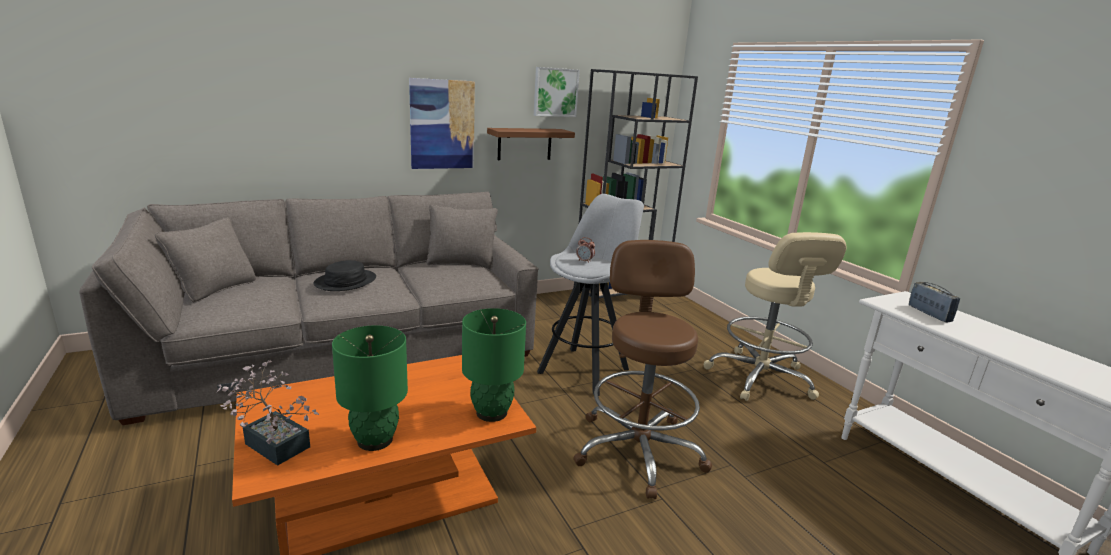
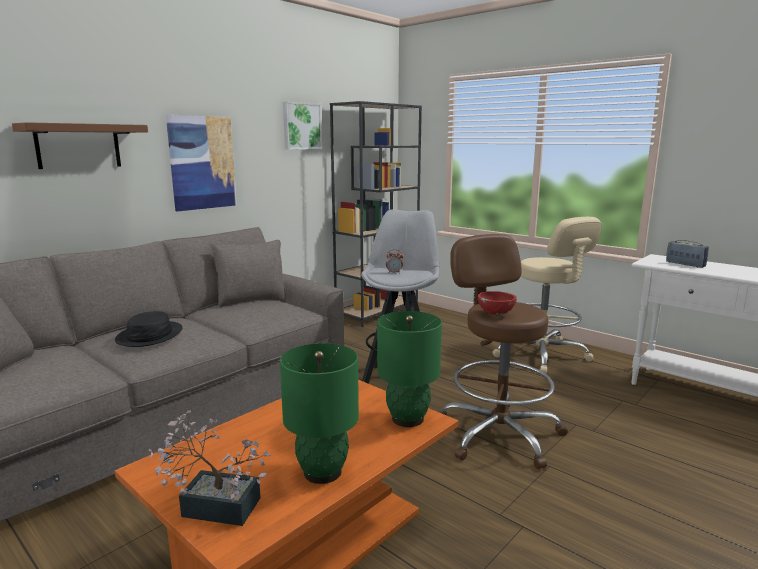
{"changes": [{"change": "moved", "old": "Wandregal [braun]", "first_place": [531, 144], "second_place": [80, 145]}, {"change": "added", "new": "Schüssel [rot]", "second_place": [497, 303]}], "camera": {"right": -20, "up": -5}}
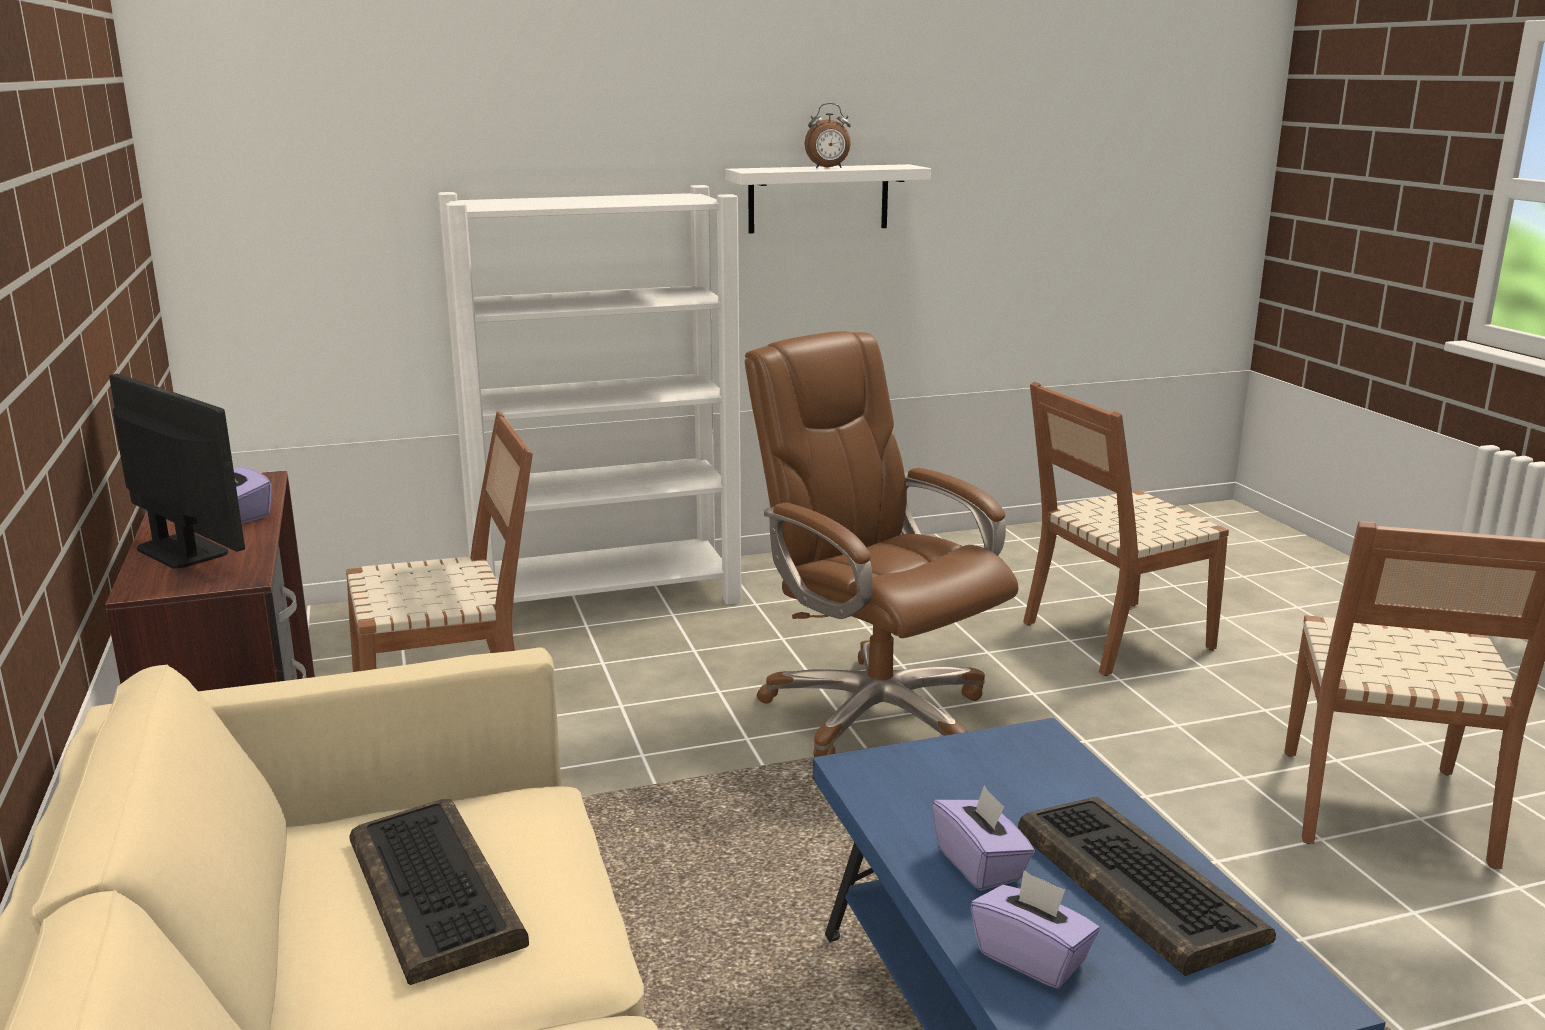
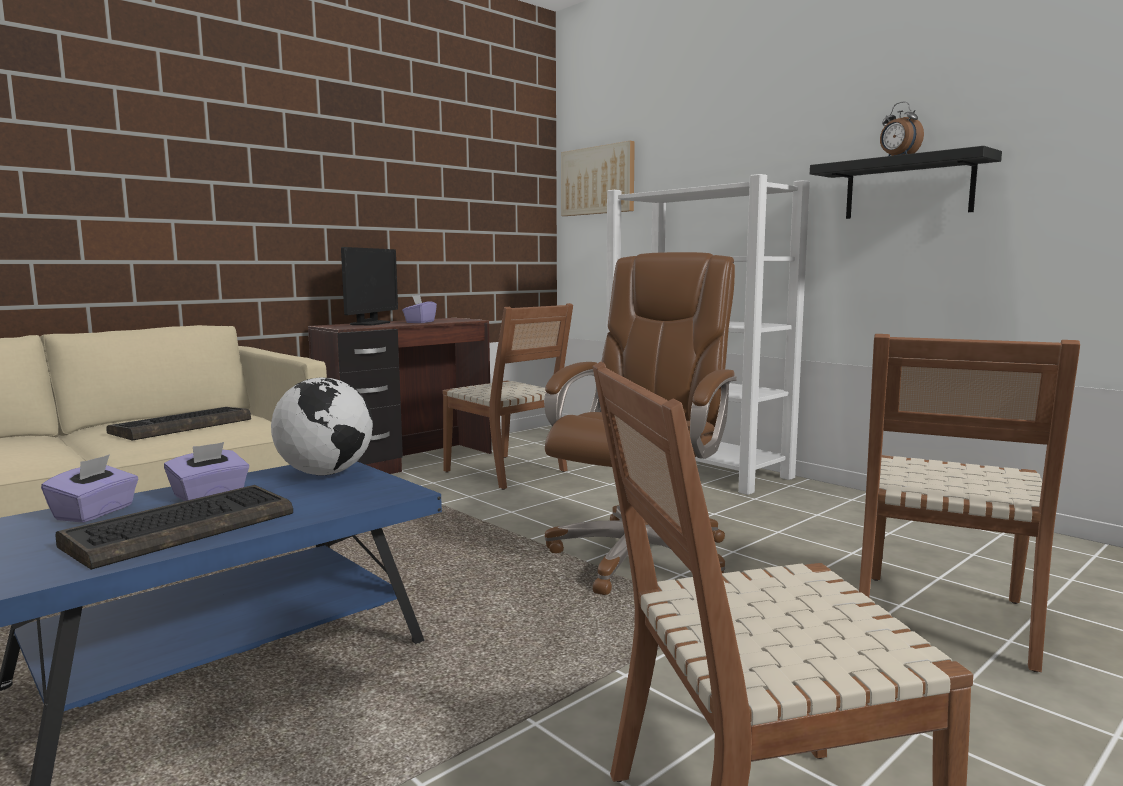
{"changes": [{"change": "recoloured", "old": "Wandregal [weiß]", "new": "Wandregal [schwarz]", "first_place": [828, 199], "second_place": [906, 182]}, {"change": "turned", "old": "Stuhl", "first_place": [1126, 529], "second_place": [969, 503], "degrees": -105}, {"change": "added", "new": "Globus", "second_place": [322, 427]}, {"change": "added", "new": "Bild", "second_place": [598, 178]}], "camera": {"right": 65, "up": -10}}
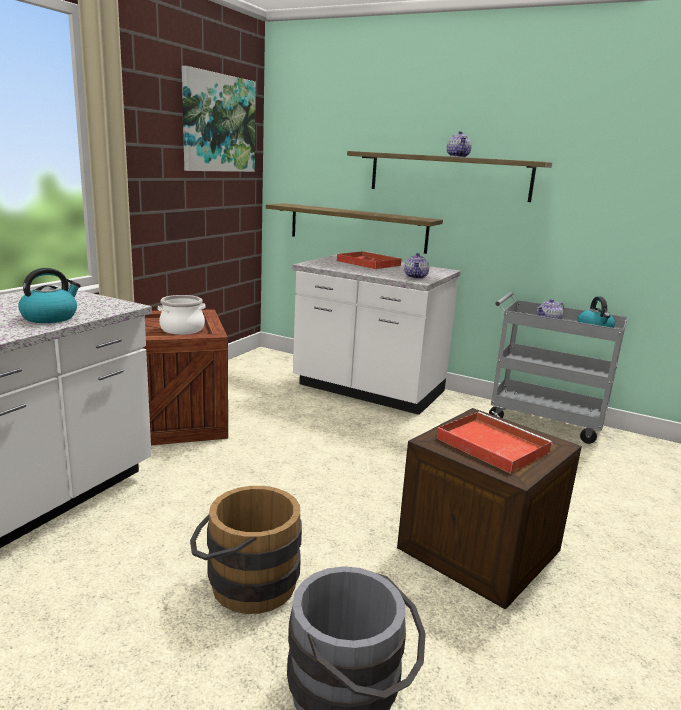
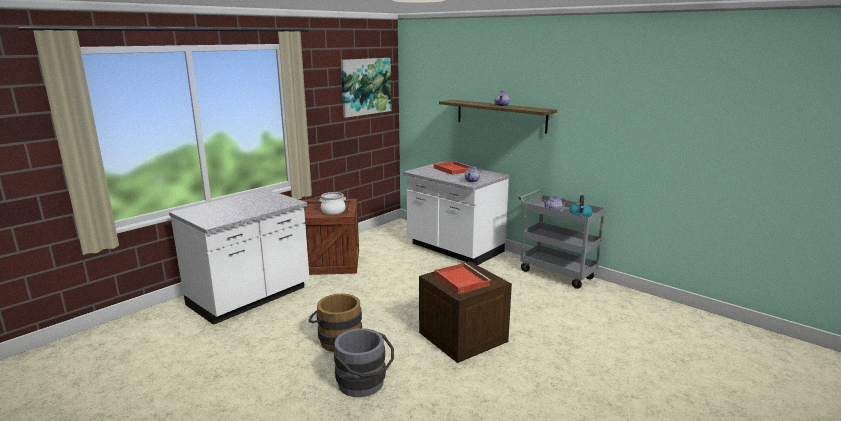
{"changes": [{"change": "removed", "old": "Wasserkessel", "first_place": [49, 295]}, {"change": "removed", "old": "Wandregal", "first_place": [354, 228]}], "camera": {"right": 15, "up": 0}}
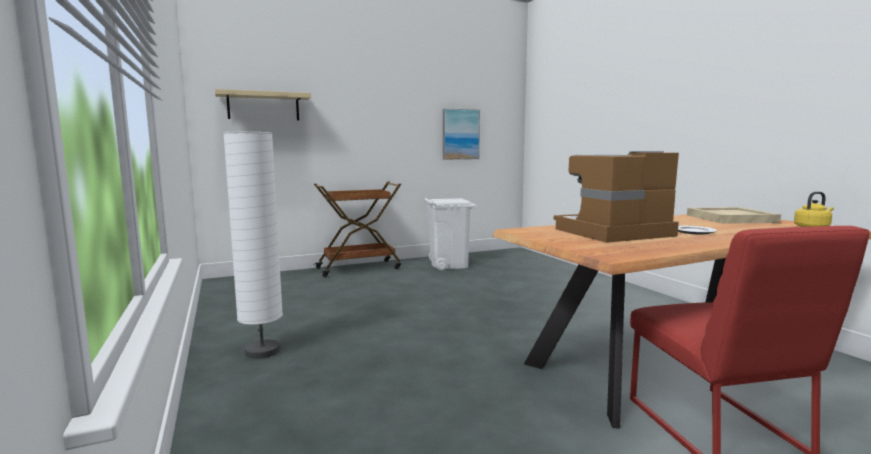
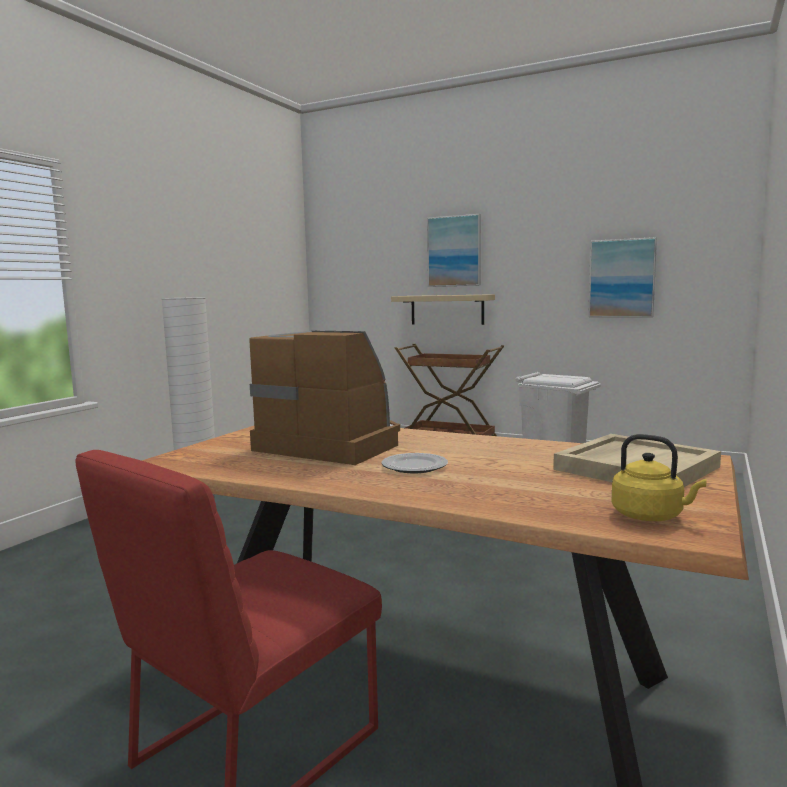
{"changes": [{"change": "moved", "old": "Wandregal [beige]", "first_place": [263, 104], "second_place": [443, 309]}, {"change": "added", "new": "Bild", "second_place": [454, 250]}], "camera": {"right": 50, "up": 0}}
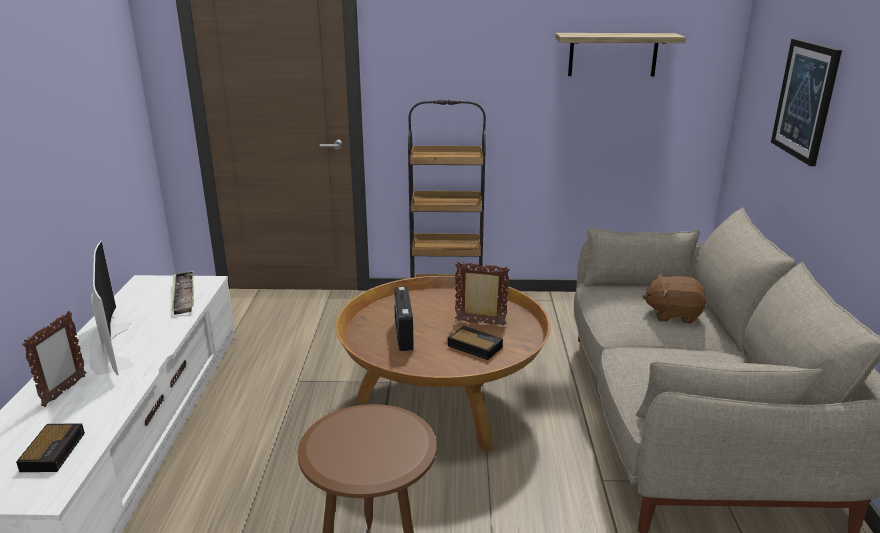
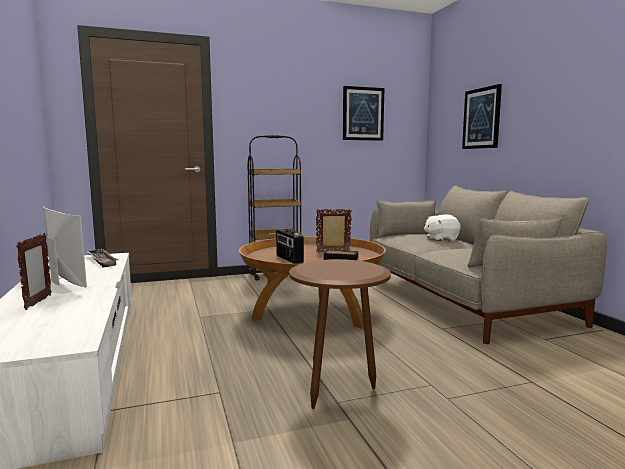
{"changes": [{"change": "removed", "old": "Wecker", "first_place": [50, 447]}, {"change": "replaced", "old": "Wandregal", "new": "Bild", "first_place": [620, 54], "second_place": [363, 113]}, {"change": "recoloured", "old": "Plüschtier [braun]", "new": "Plüschtier [weiß]", "first_place": [674, 299], "second_place": [442, 227]}], "camera": {"right": -20, "up": -15}}
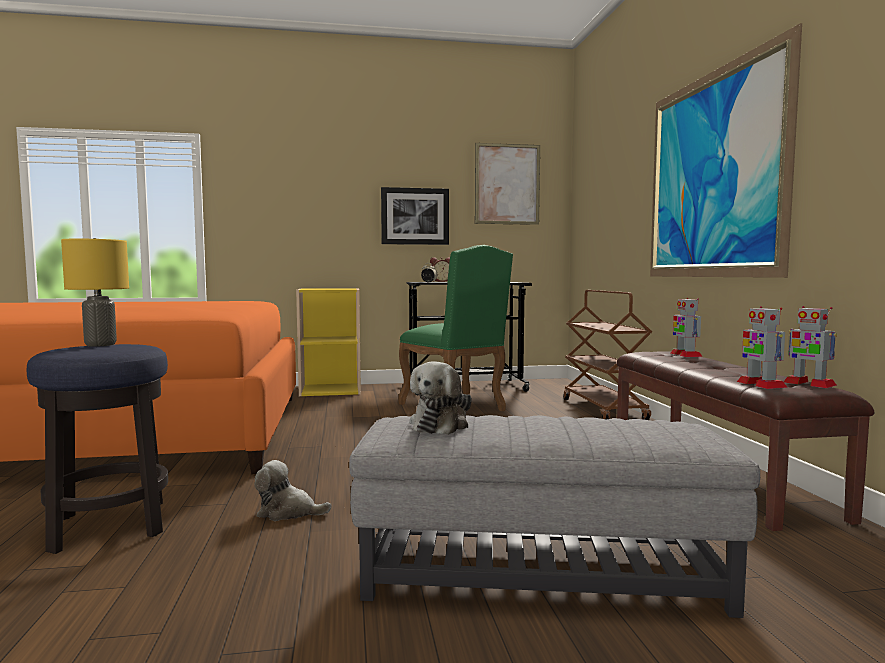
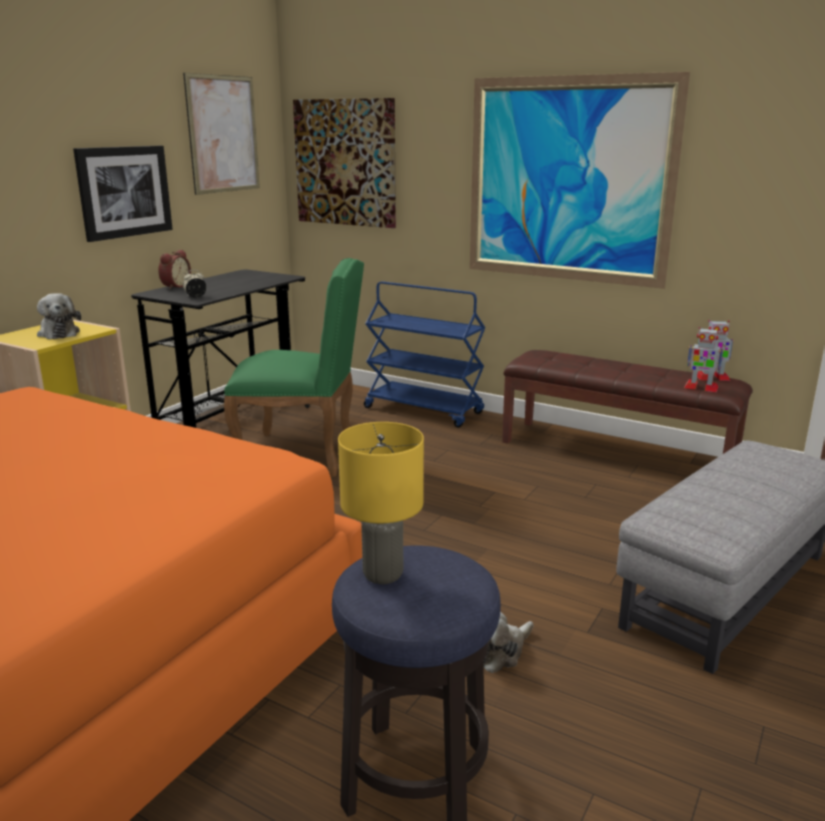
{"changes": [{"change": "moved", "old": "Plüschtier", "first_place": [441, 398], "second_place": [59, 316]}, {"change": "recoloured", "old": "Rollwagen [braun]", "new": "Rollwagen [blau]", "first_place": [607, 355], "second_place": [424, 354]}, {"change": "removed", "old": "Spielzeugroboter", "first_place": [686, 327]}, {"change": "added", "new": "Bild", "second_place": [344, 163]}], "camera": {"right": -50, "up": 15}}
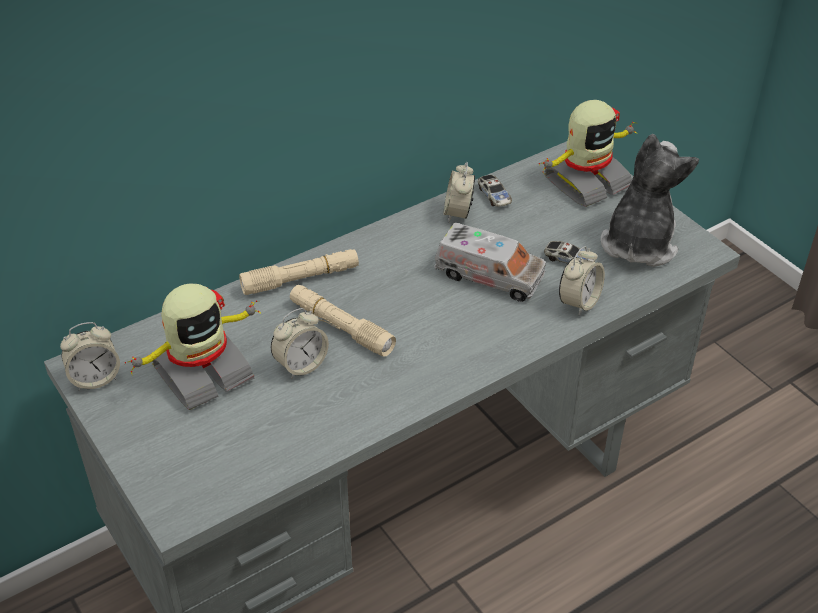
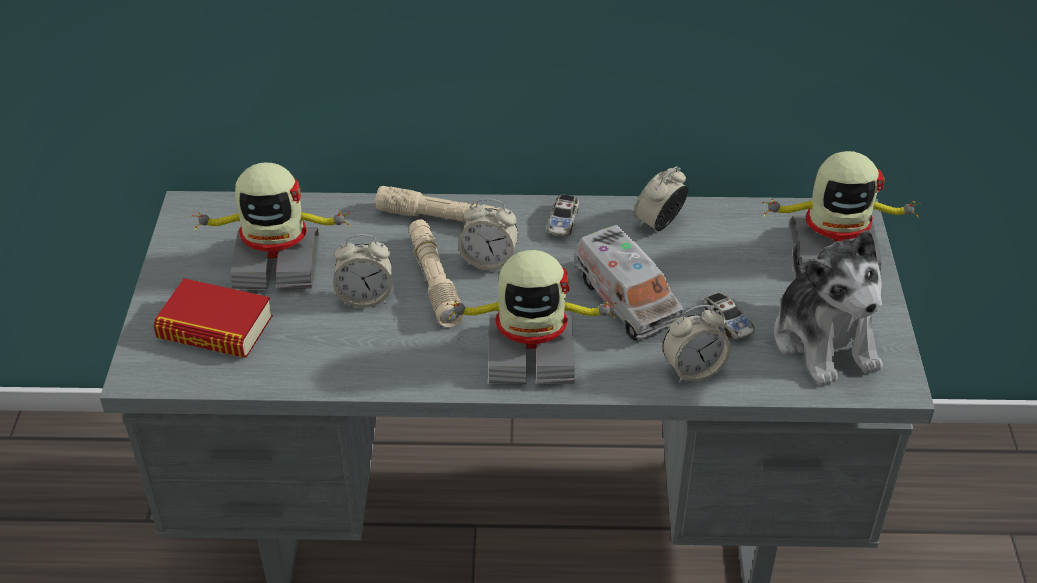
{"changes": [{"change": "moved", "old": "Wecker", "first_place": [90, 356], "second_place": [488, 235]}, {"change": "moved", "old": "Spielzeugauto", "first_place": [495, 191], "second_place": [563, 215]}, {"change": "turned", "old": "Plüschtier", "first_place": [650, 200], "second_place": [828, 308], "degrees": 105}, {"change": "added", "new": "Buch", "second_place": [213, 318]}, {"change": "added", "new": "Spielzeugroboter", "second_place": [530, 317]}], "camera": {"right": 35, "up": 0}}
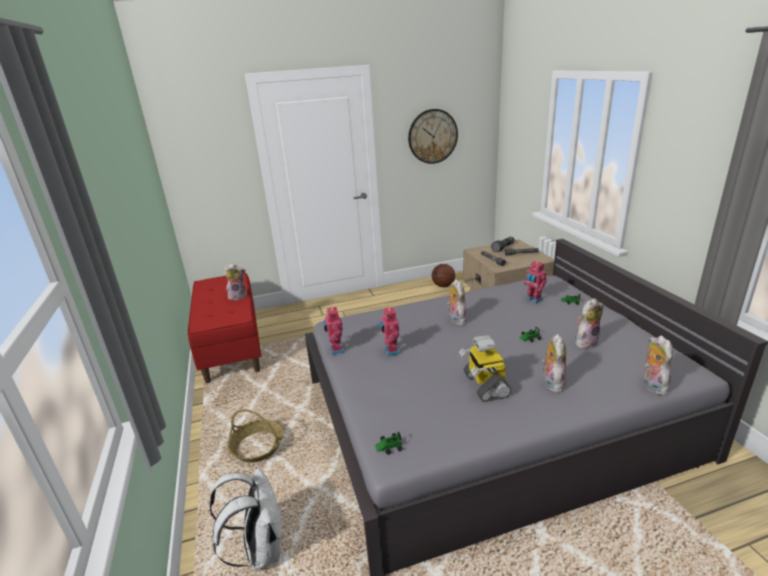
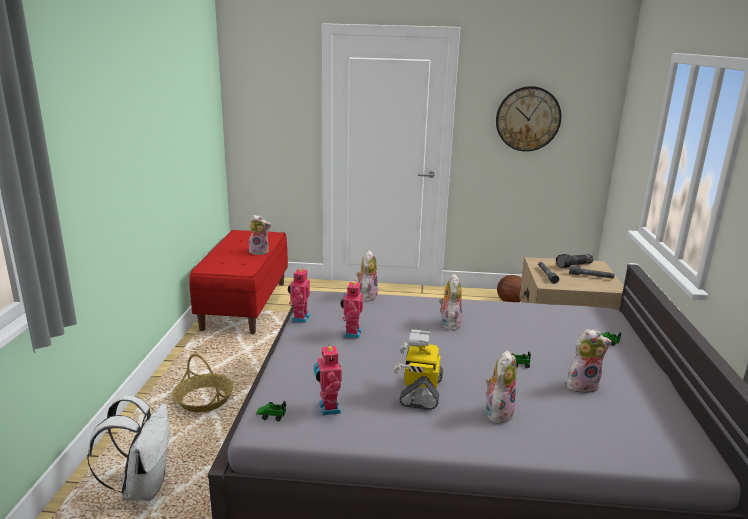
{"changes": [{"change": "moved", "old": "Spielzeugroboter", "first_place": [535, 281], "second_place": [328, 379]}, {"change": "moved", "old": "Plüschtier", "first_place": [657, 365], "second_place": [367, 276]}], "camera": {"right": 20, "up": -5}}
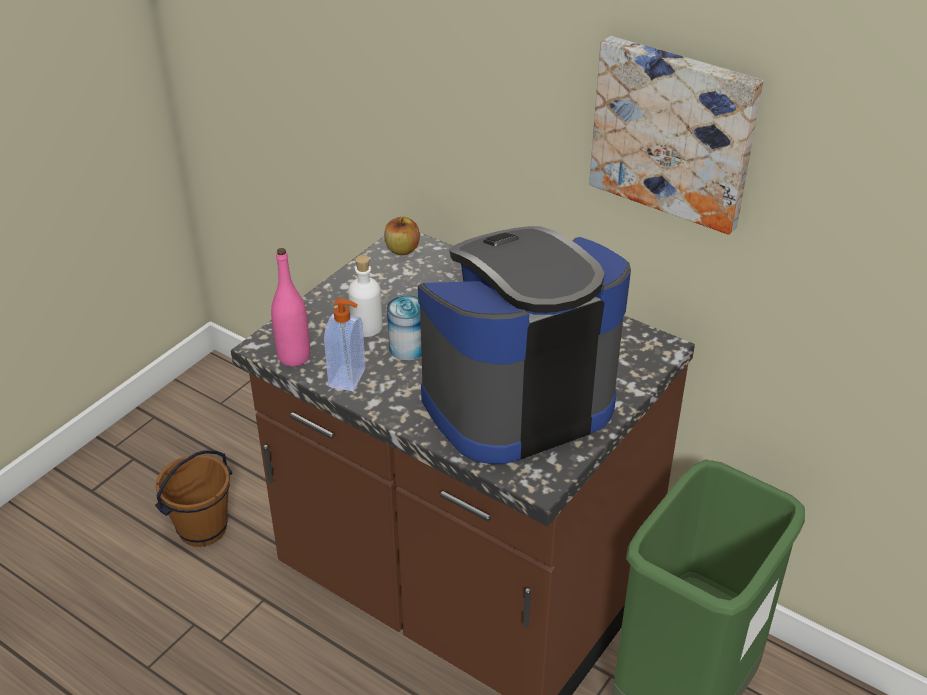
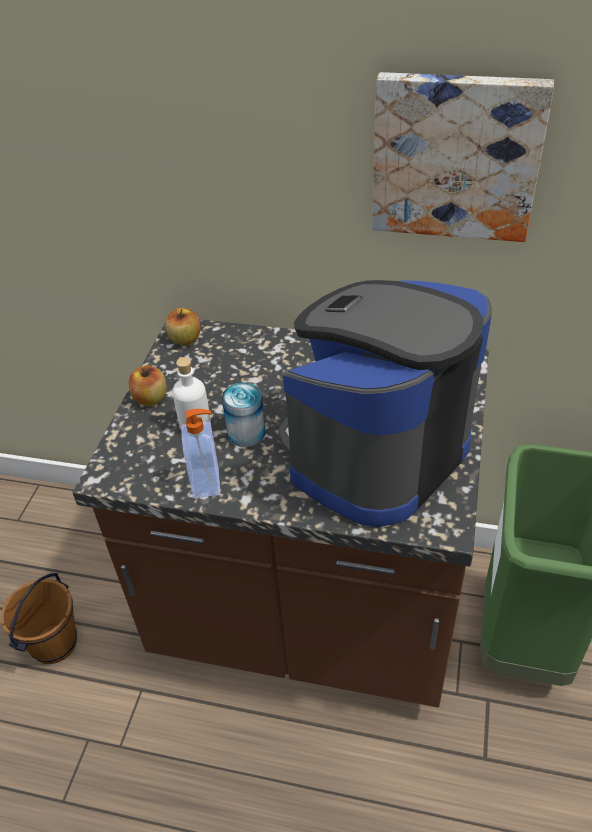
{"changes": [{"change": "removed", "old": "Flasche [rosa]", "first_place": [290, 307]}, {"change": "added", "new": "Apfel", "second_place": [148, 386]}], "camera": {"right": -20, "up": 5}}
